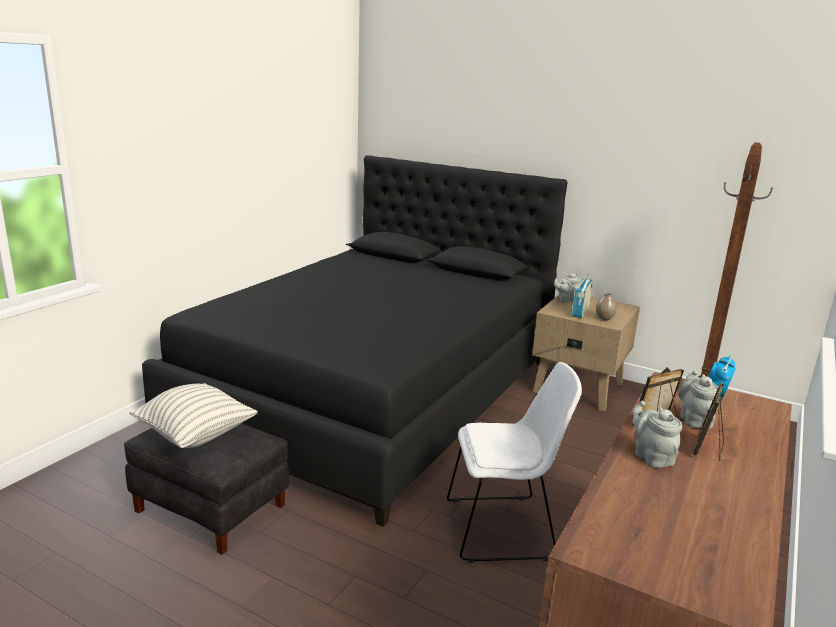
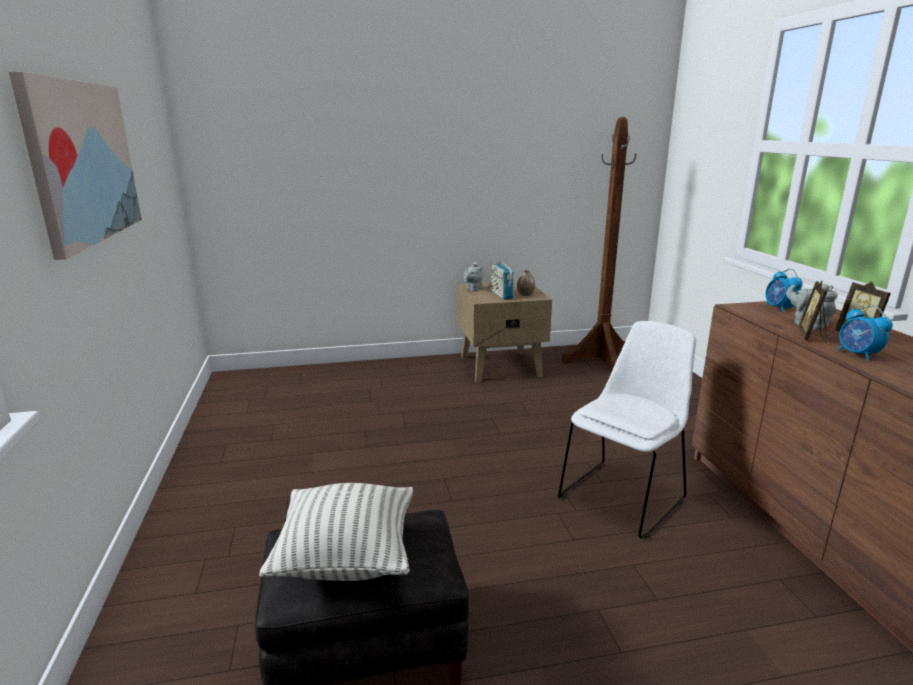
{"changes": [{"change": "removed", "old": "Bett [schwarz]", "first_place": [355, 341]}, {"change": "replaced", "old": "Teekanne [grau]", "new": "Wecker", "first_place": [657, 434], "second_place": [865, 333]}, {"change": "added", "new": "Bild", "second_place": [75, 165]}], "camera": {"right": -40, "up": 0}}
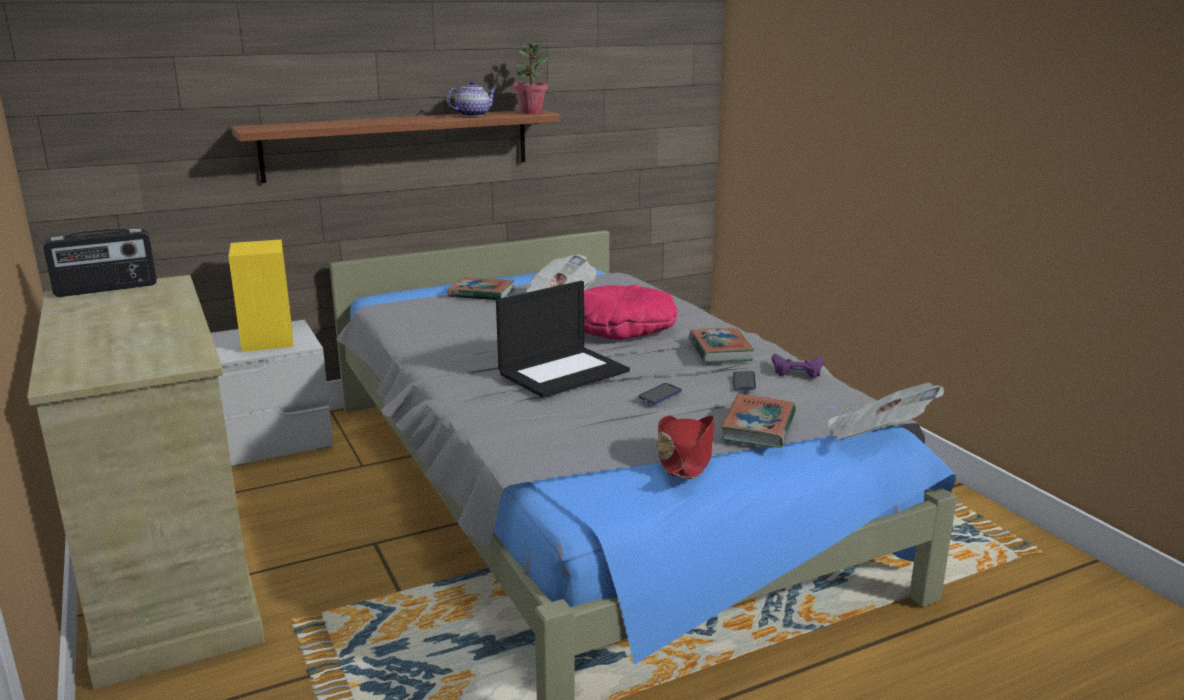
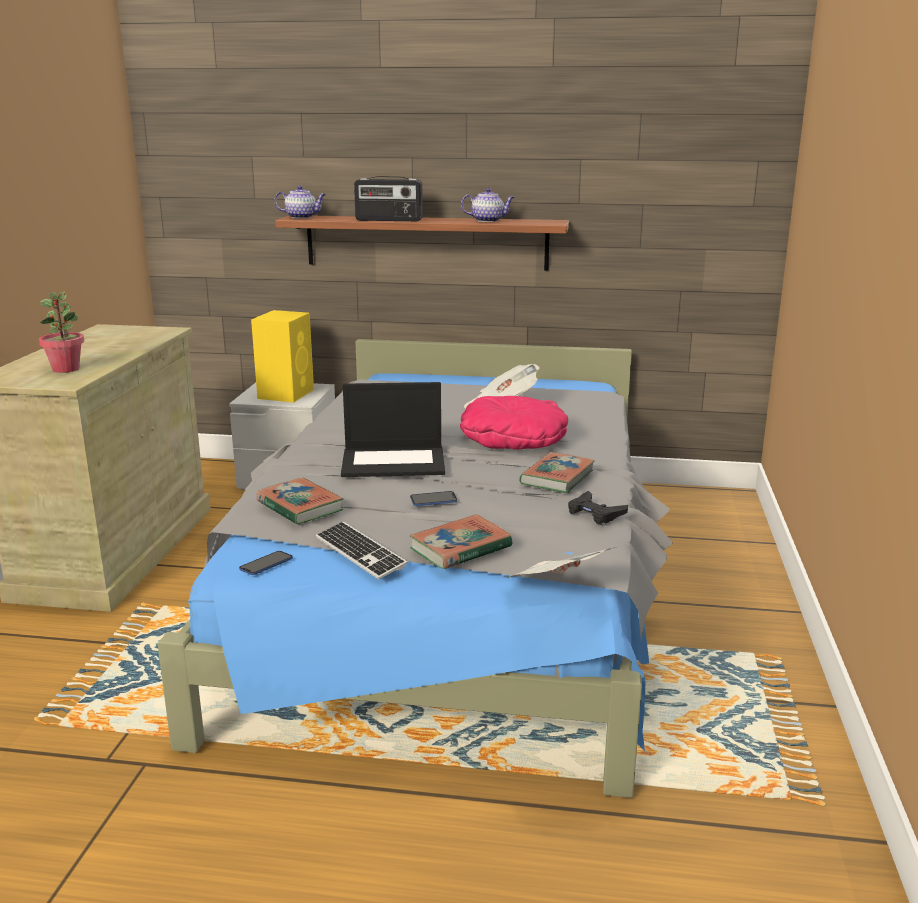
{"changes": [{"change": "moved", "old": "Radio", "first_place": [100, 263], "second_place": [388, 198]}, {"change": "moved", "old": "Buch", "first_place": [481, 288], "second_place": [300, 501]}, {"change": "moved", "old": "Topfpflanze", "first_place": [530, 79], "second_place": [61, 332]}, {"change": "replaced", "old": "Hut [rot]", "new": "Tastatur", "first_place": [686, 447], "second_place": [362, 550]}, {"change": "moved", "old": "Handy", "first_place": [744, 380], "second_place": [266, 563]}, {"change": "recoloured", "old": "Gamepad [lila]", "new": "Gamepad [schwarz]", "first_place": [797, 365], "second_place": [598, 507]}, {"change": "added", "new": "Teekanne", "second_place": [300, 202]}], "camera": {"right": 35, "up": 0}}
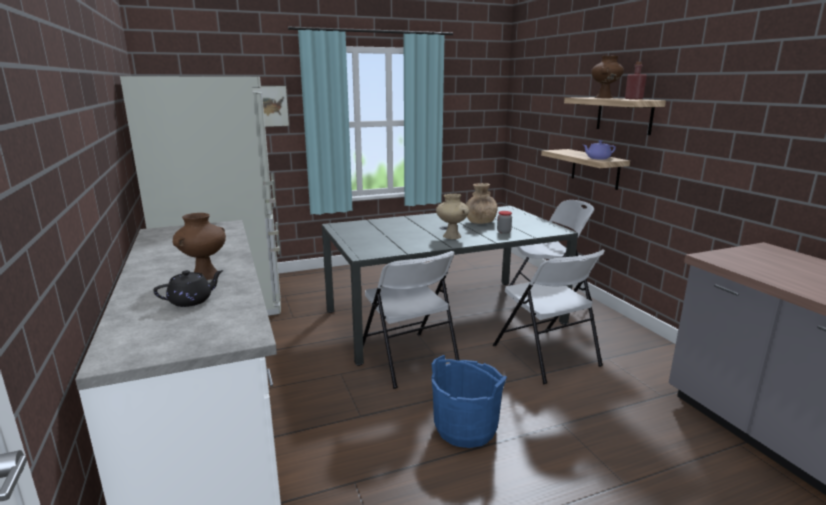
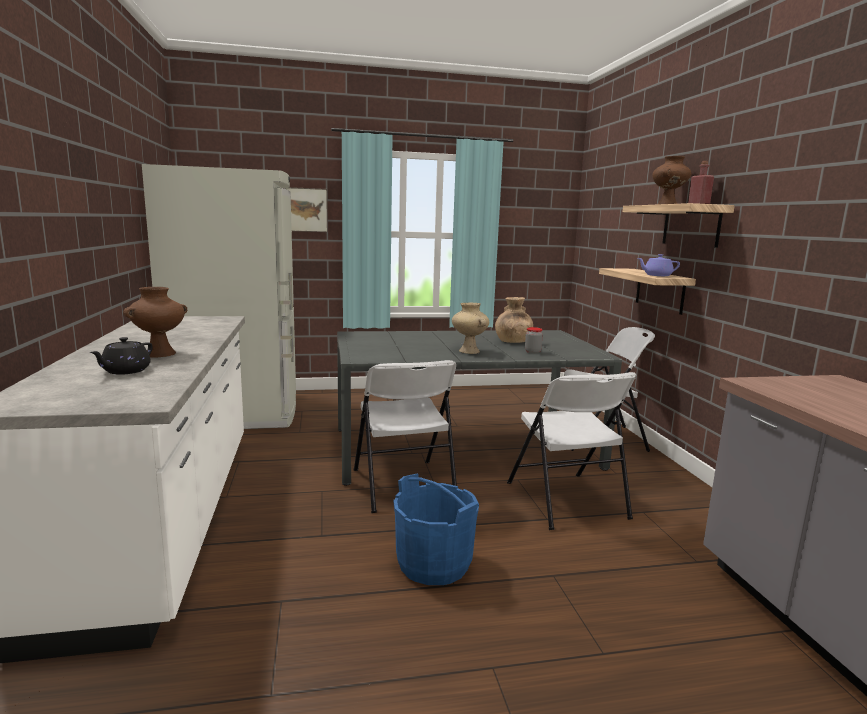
{"changes": [{"change": "turned", "old": "Teekanne [schwarz]", "first_place": [188, 288], "second_place": [121, 356], "degrees": 135}], "camera": {"right": 10, "up": -5}}
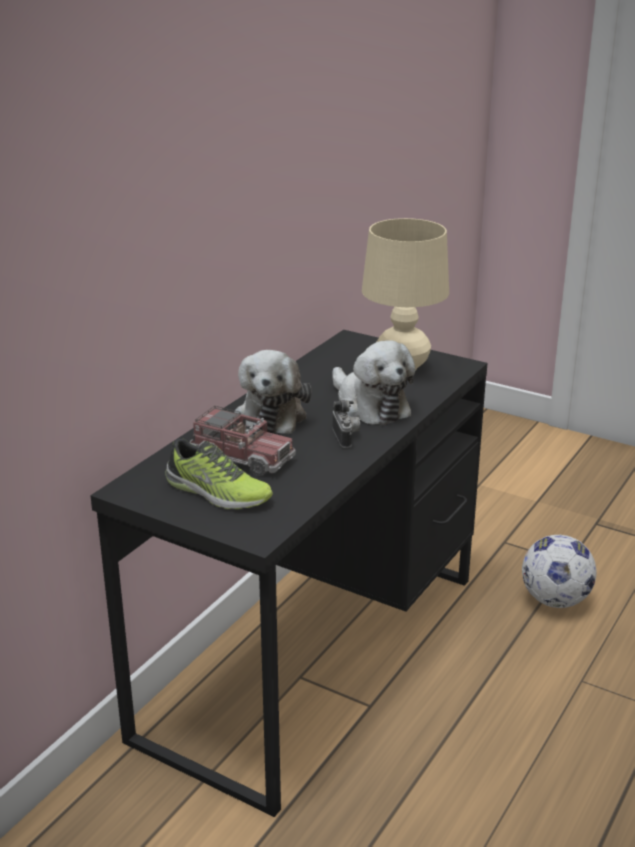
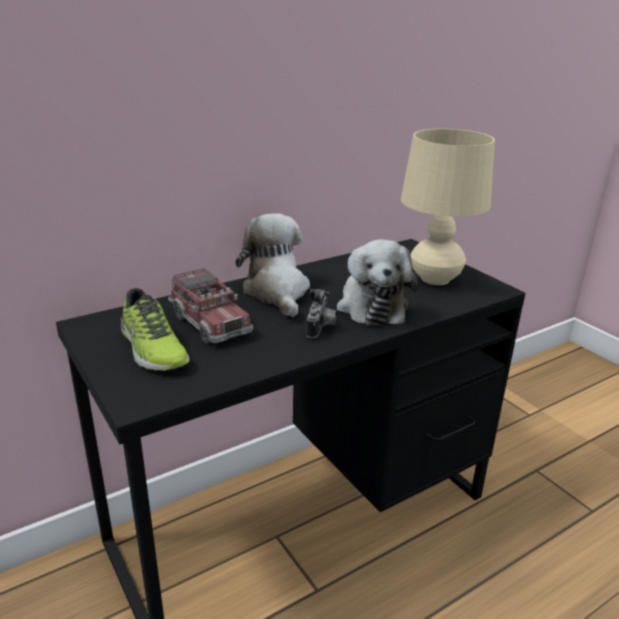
{"changes": [{"change": "turned", "old": "Plüschtier", "first_place": [273, 392], "second_place": [273, 265], "degrees": 135}, {"change": "removed", "old": "Fußball", "first_place": [559, 571]}], "camera": {"right": 25, "up": 0}}
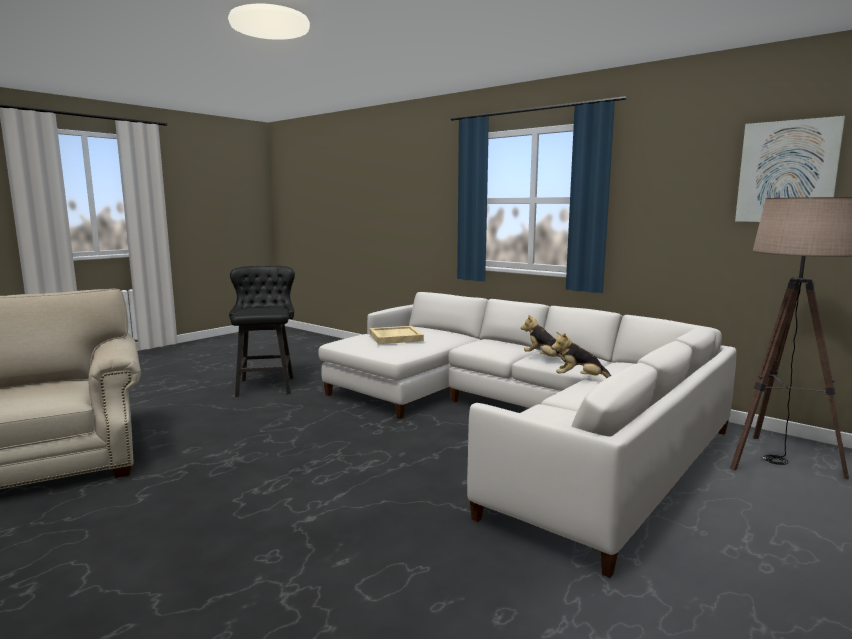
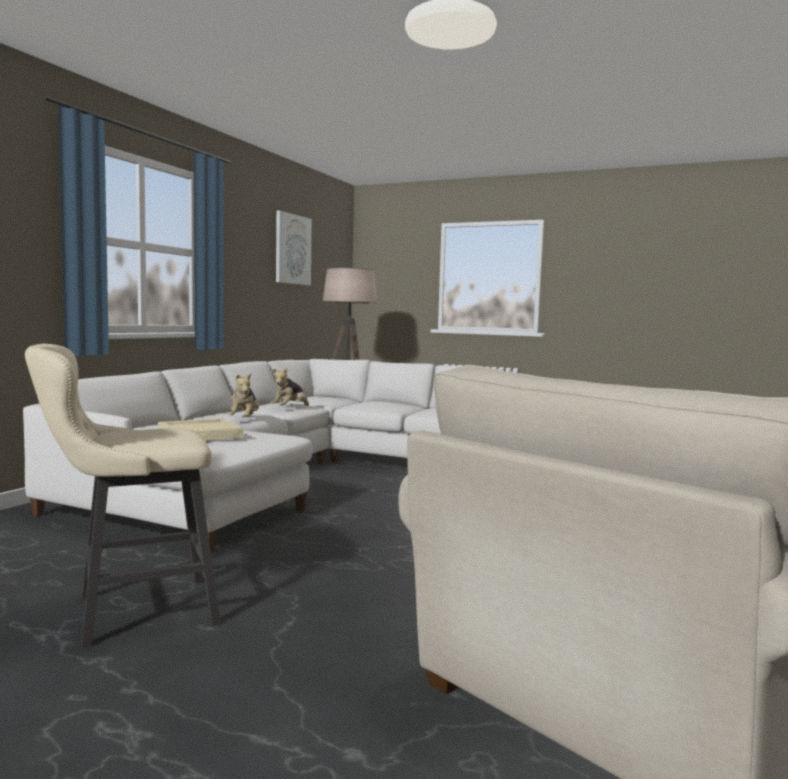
{"changes": [{"change": "recoloured", "old": "Hocker [schwarz]", "new": "Hocker [beige]", "first_place": [262, 331], "second_place": [123, 495]}, {"change": "moved", "old": "Plüschtier", "first_place": [581, 355], "second_place": [244, 395]}], "camera": {"right": -105, "up": -5}}
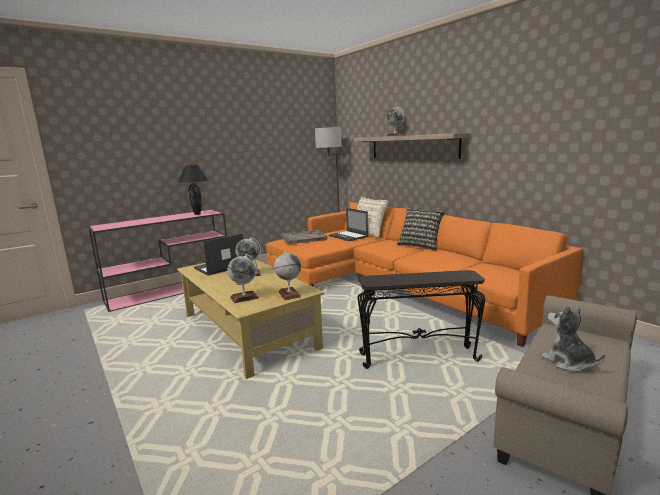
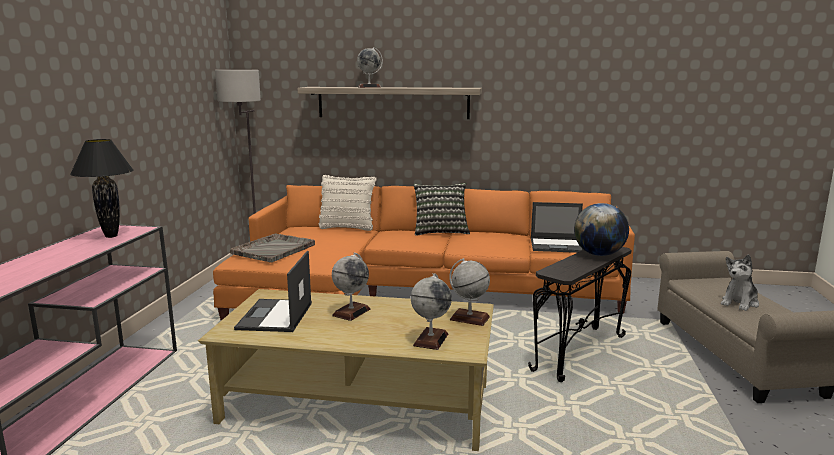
{"changes": [{"change": "moved", "old": "Laptop", "first_place": [348, 224], "second_place": [557, 227]}, {"change": "turned", "old": "Plüschtier", "first_place": [573, 339], "second_place": [740, 282], "degrees": -60}, {"change": "added", "new": "Globus", "second_place": [601, 229]}], "camera": {"right": -45, "up": 0}}
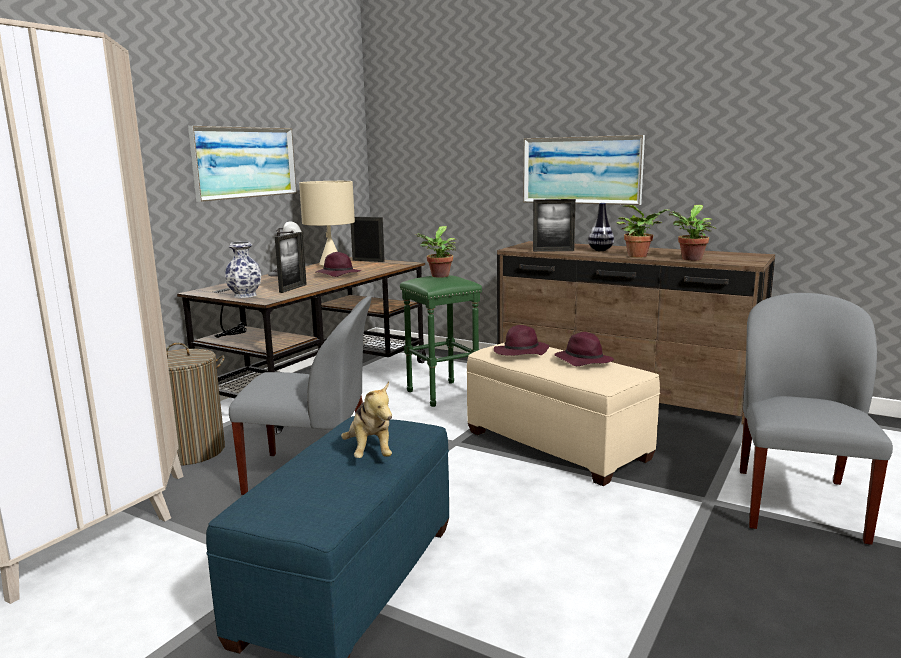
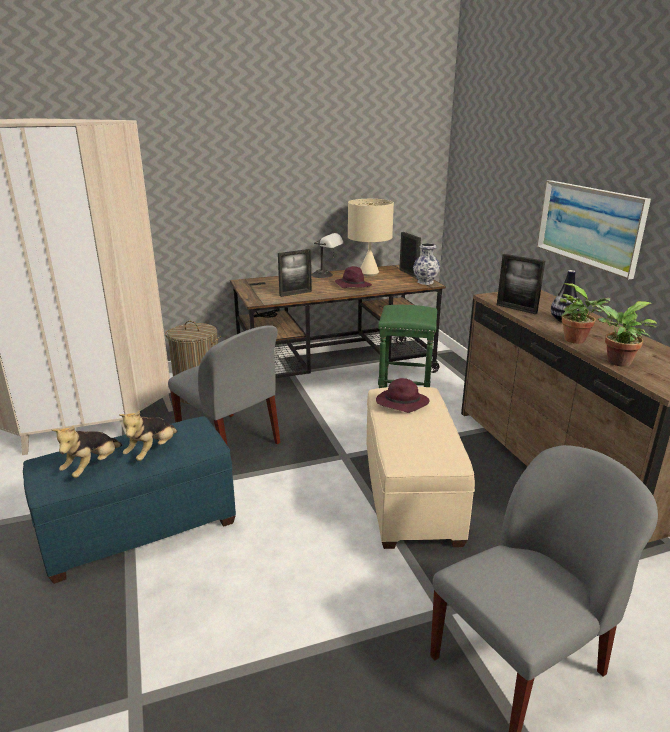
{"changes": [{"change": "removed", "old": "Bild", "first_place": [242, 164]}, {"change": "moved", "old": "Vase", "first_place": [243, 269], "second_place": [426, 264]}, {"change": "removed", "old": "Topfpflanze", "first_place": [435, 252]}, {"change": "removed", "old": "Hut [lila]", "first_place": [584, 349]}, {"change": "added", "new": "Plüschtier", "second_place": [87, 451]}], "camera": {"right": 40, "up": 10}}
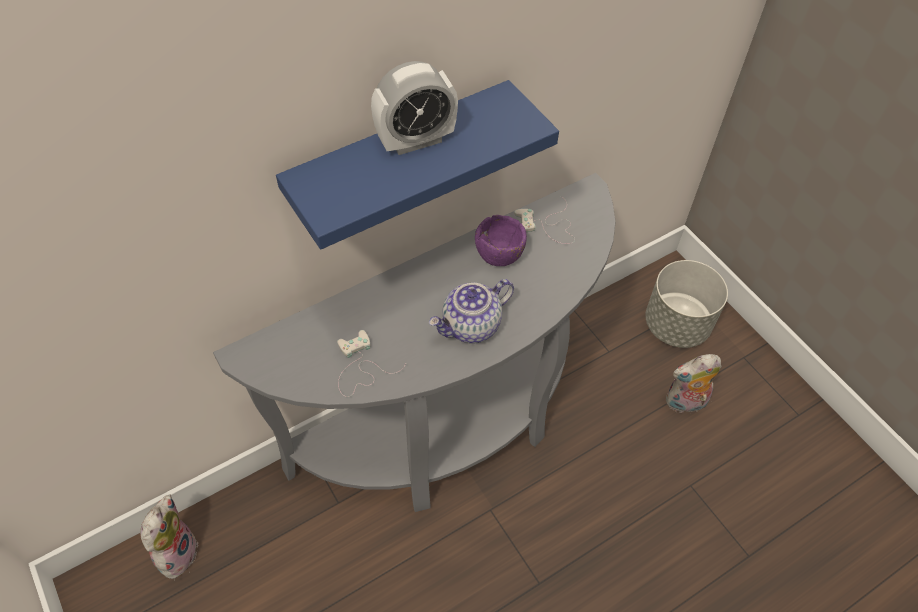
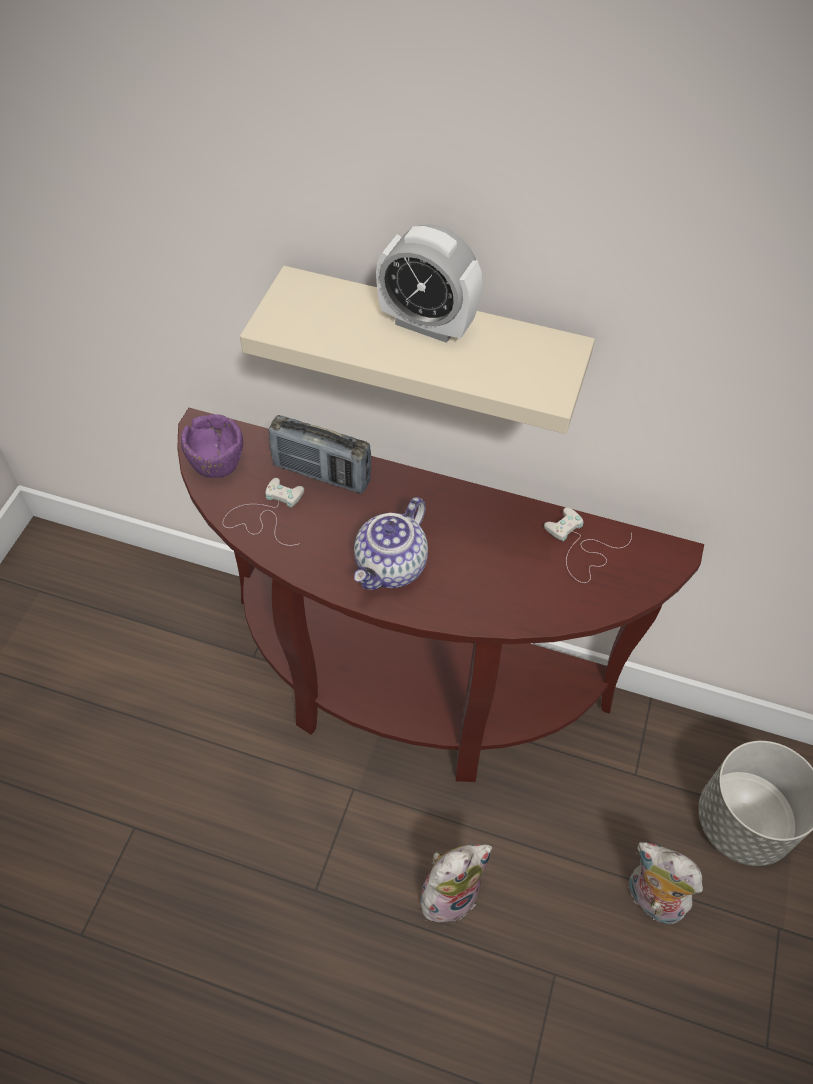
{"changes": [{"change": "moved", "old": "Plüschtier", "first_place": [169, 537], "second_place": [457, 885]}, {"change": "recoloured", "old": "Konsolentisch [grau]", "new": "Konsolentisch [braun]", "first_place": [414, 342], "second_place": [441, 595]}, {"change": "recoloured", "old": "Wandregal [blau]", "new": "Wandregal [beige]", "first_place": [417, 165], "second_place": [417, 350]}, {"change": "turned", "old": "Teekanne", "first_place": [471, 311], "second_place": [391, 543], "degrees": -75}, {"change": "moved", "old": "Schüssel [lila]", "first_place": [501, 240], "second_place": [212, 446]}, {"change": "added", "new": "Radio", "second_place": [320, 454]}], "camera": {"right": 50, "up": 0}}
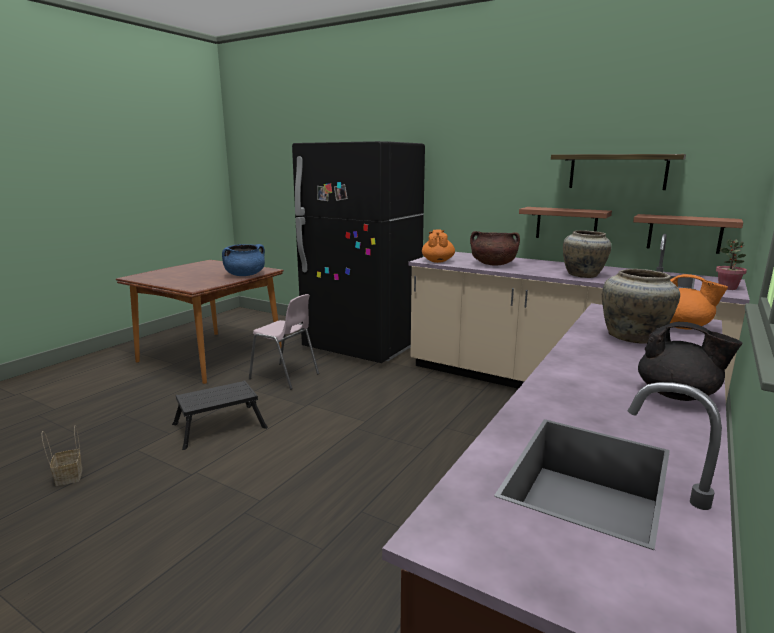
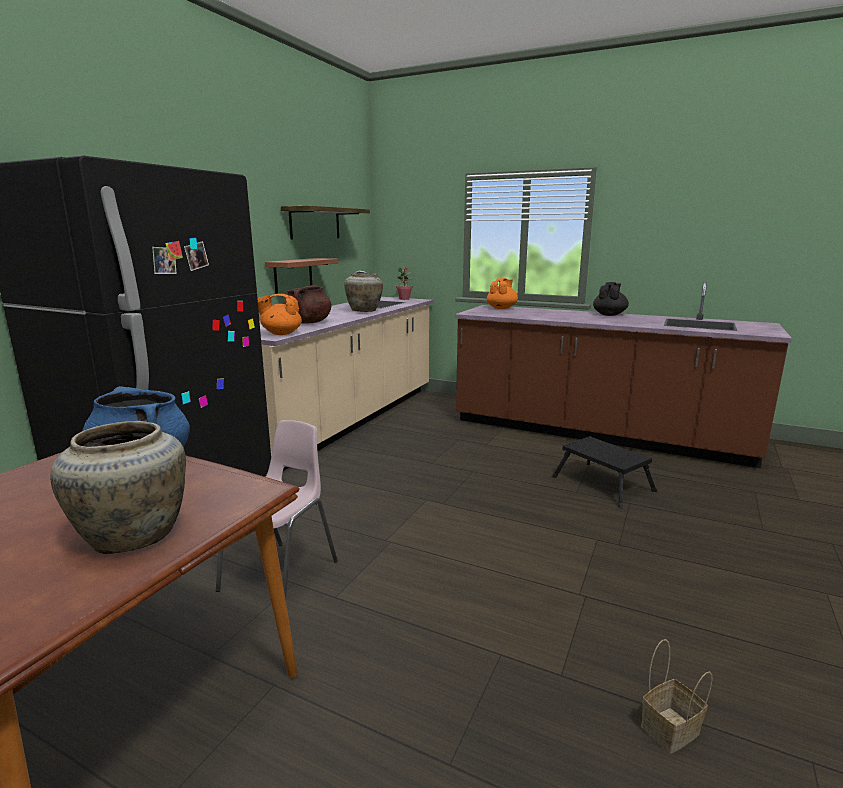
{"changes": [{"change": "moved", "old": "Trittleiter [schwarz]", "first_place": [220, 415], "second_place": [604, 472]}, {"change": "moved", "old": "Vase [beige]", "first_place": [641, 306], "second_place": [118, 487]}, {"change": "removed", "old": "Wandregal", "first_place": [688, 234]}], "camera": {"right": -95, "up": 0}}
